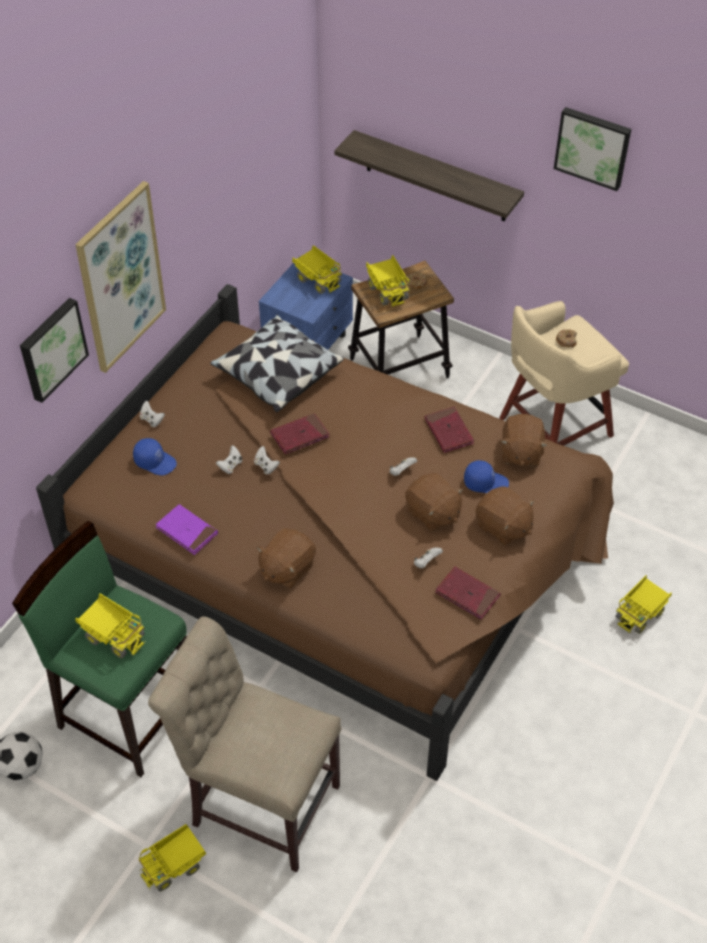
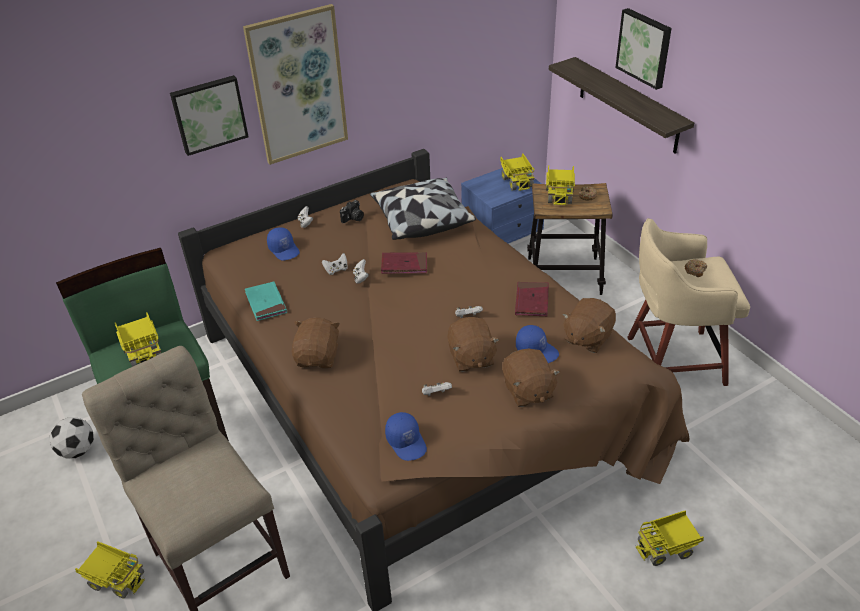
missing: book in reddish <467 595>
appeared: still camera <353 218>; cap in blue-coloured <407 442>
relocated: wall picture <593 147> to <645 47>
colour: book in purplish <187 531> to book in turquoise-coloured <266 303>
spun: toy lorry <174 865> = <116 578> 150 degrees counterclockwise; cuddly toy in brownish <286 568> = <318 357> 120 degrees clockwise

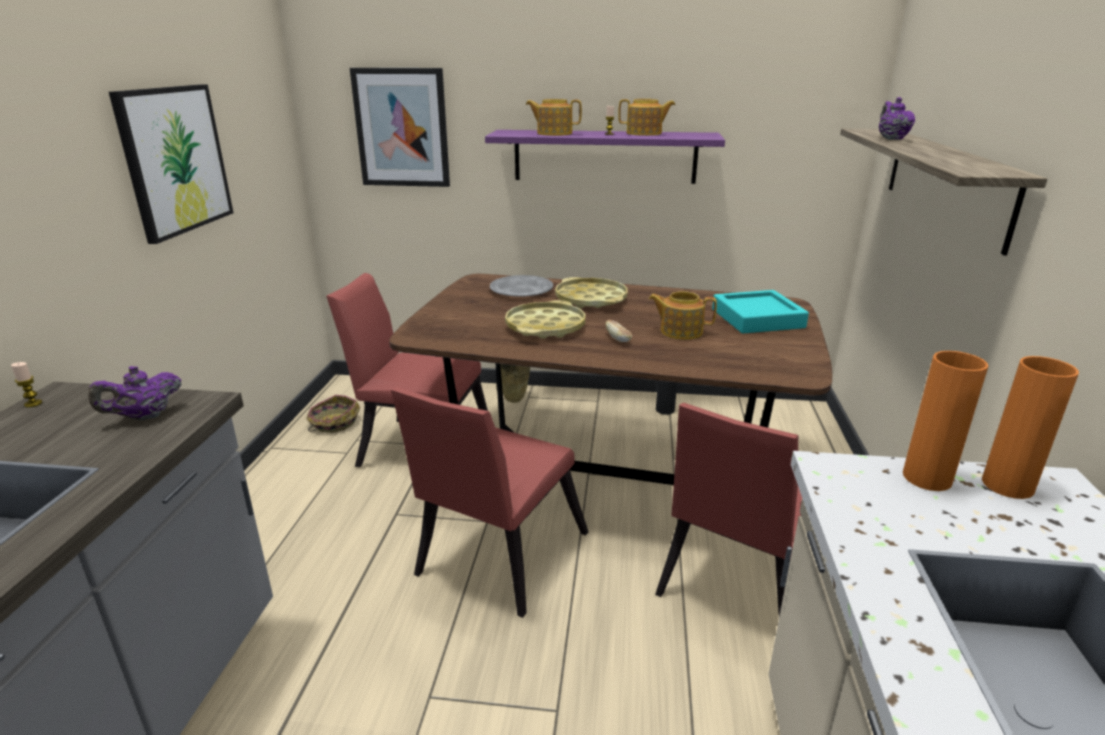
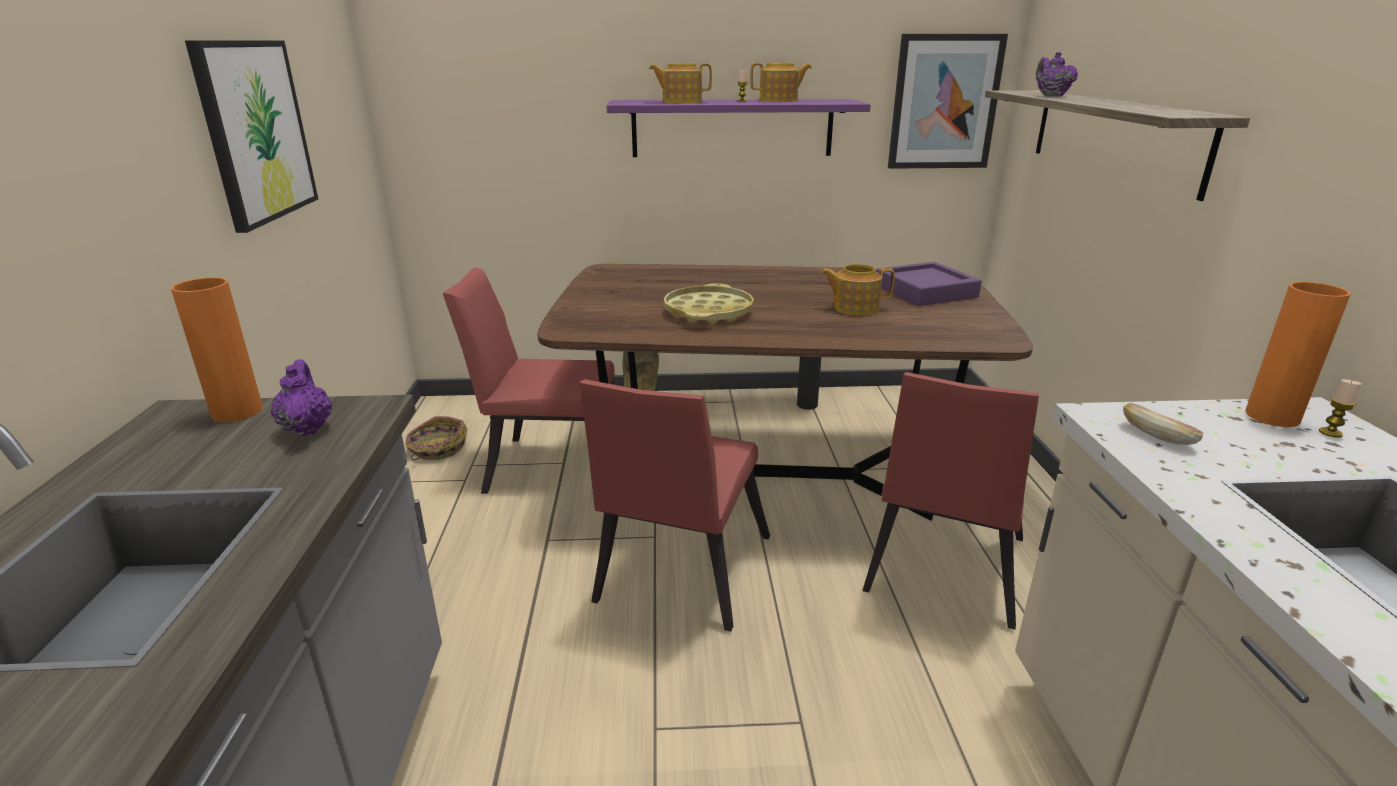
missing: dinner plate in gray <521 290>; carrying tray in yellow-coloured <591 299>
relocated: candle <33 403> to <1330 433>; wall picture <402 128> to <944 102>; baked bread <618 338> to <1156 436>; decorative vase in orange <927 478> to <237 412>
colour: carrying tray in turquoise-coloured <757 318> to carrying tray in purplish <925 291>
spun: teapot in purplish <144 417> = <307 428> 120 degrees clockwise

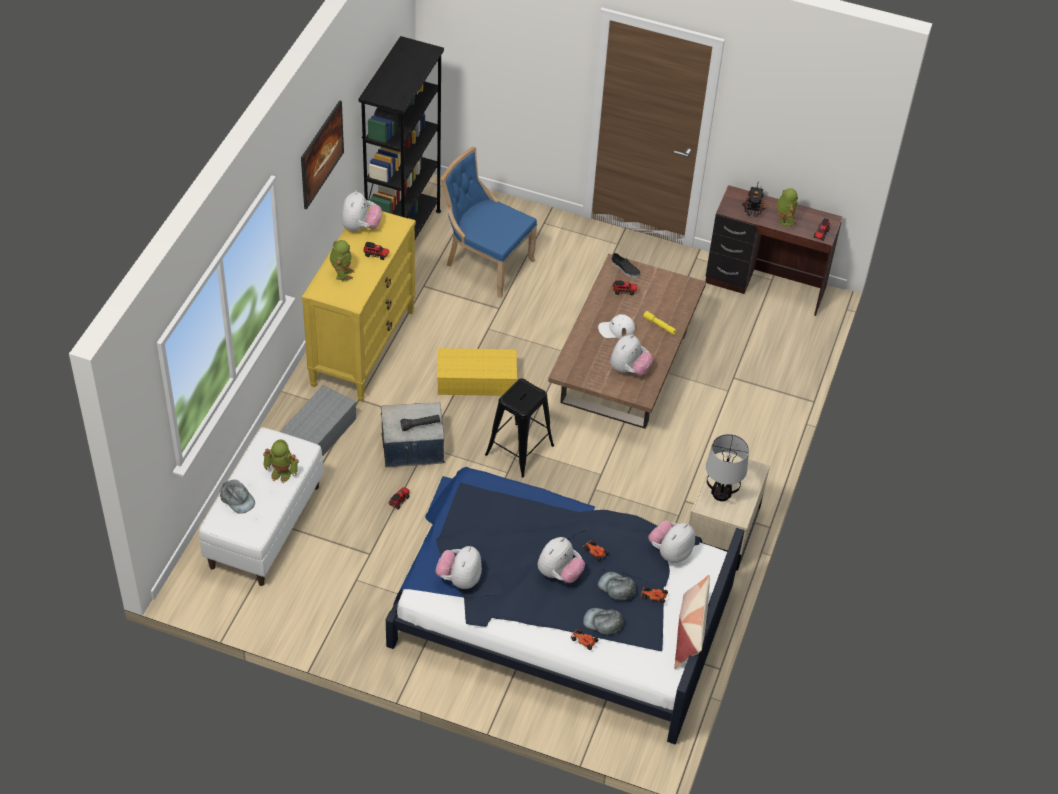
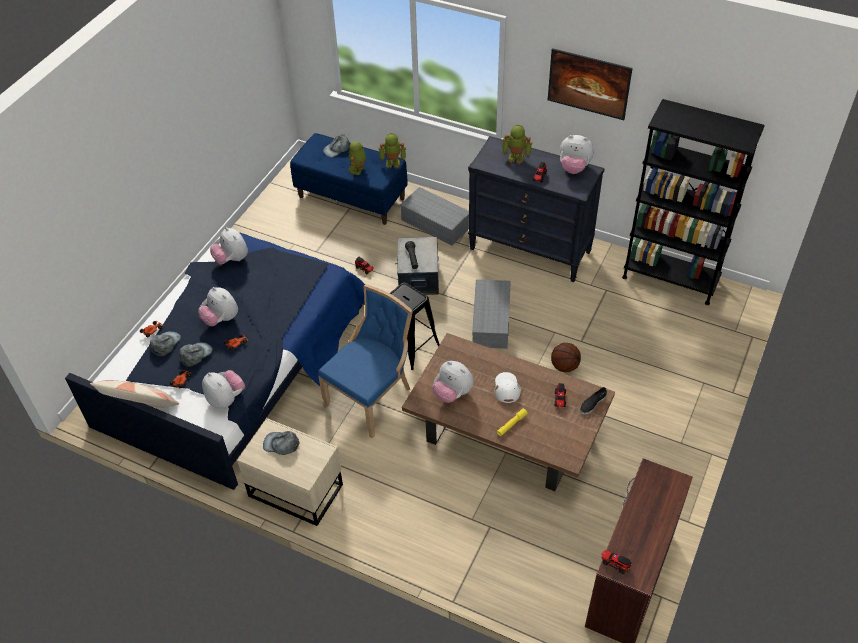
missing: toy lorry <754 206>
appeared: basketball <564 366>
relocated: upright chair in blue-coloured <486 263> to <372 397>; robot figure <784 220> to <393 162>
exchanged: table lamp <721 494> to cap in gray <281 444>
colour: long seat in white-coloured <265 525> to long seat in blue-coloured <352 197>; dresser in yellow-coloured <363 347> to dresser in black-coloured <530 250>; storage bin in yellow-coloured <477 380> to storage bin in gray <492 322>
spun: cuddly toy <459 579> = <232 259> 150 degrees counterclockwise

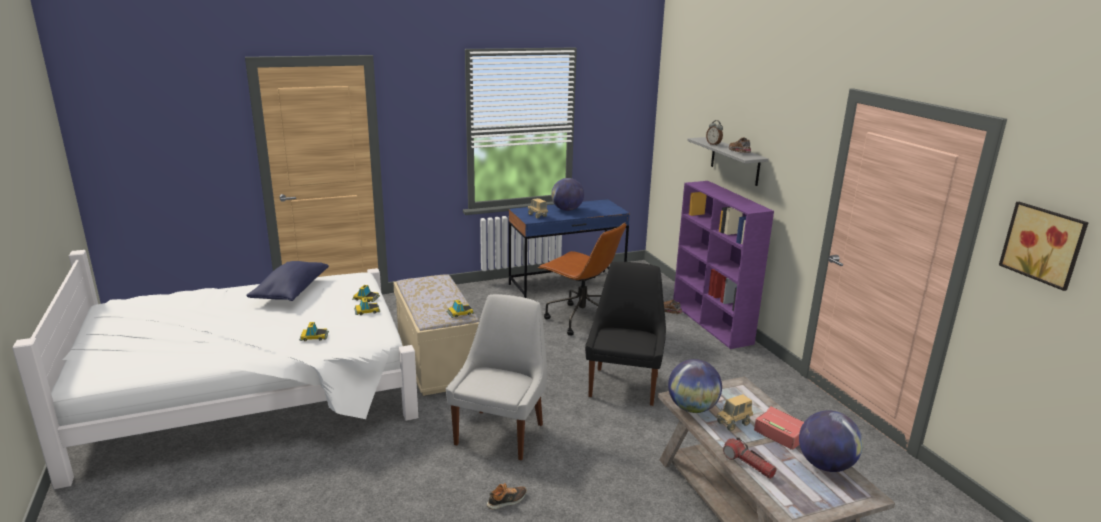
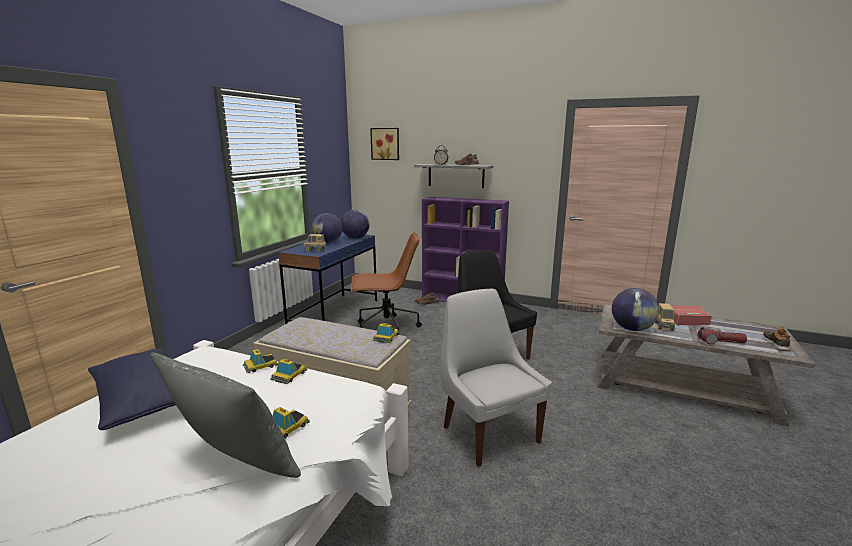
appeared: pillow in gray <234 465>
relocated: low shoe <507 501> to <776 344>; globe <825 465> to <355 238>; wall picture <1044 244> to <385 144>

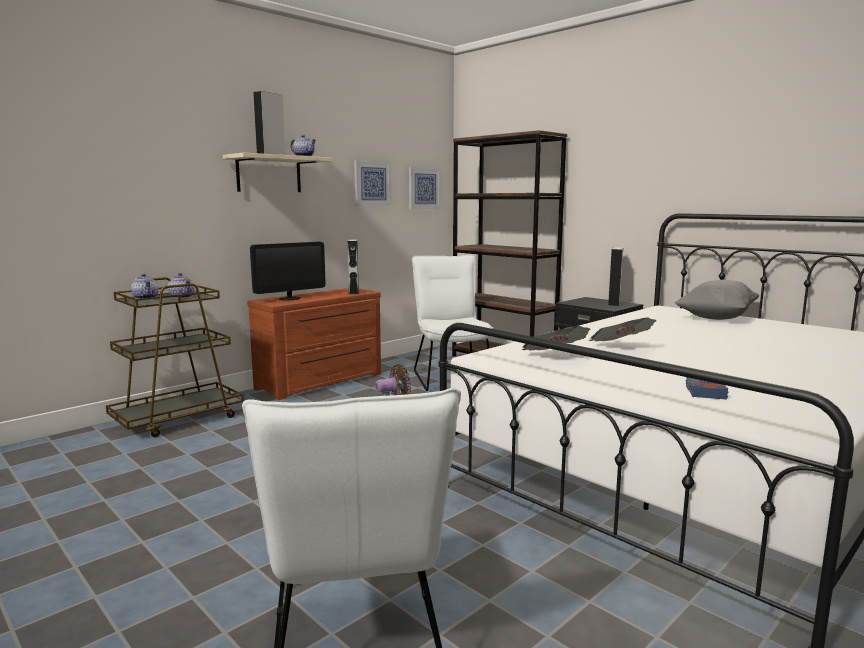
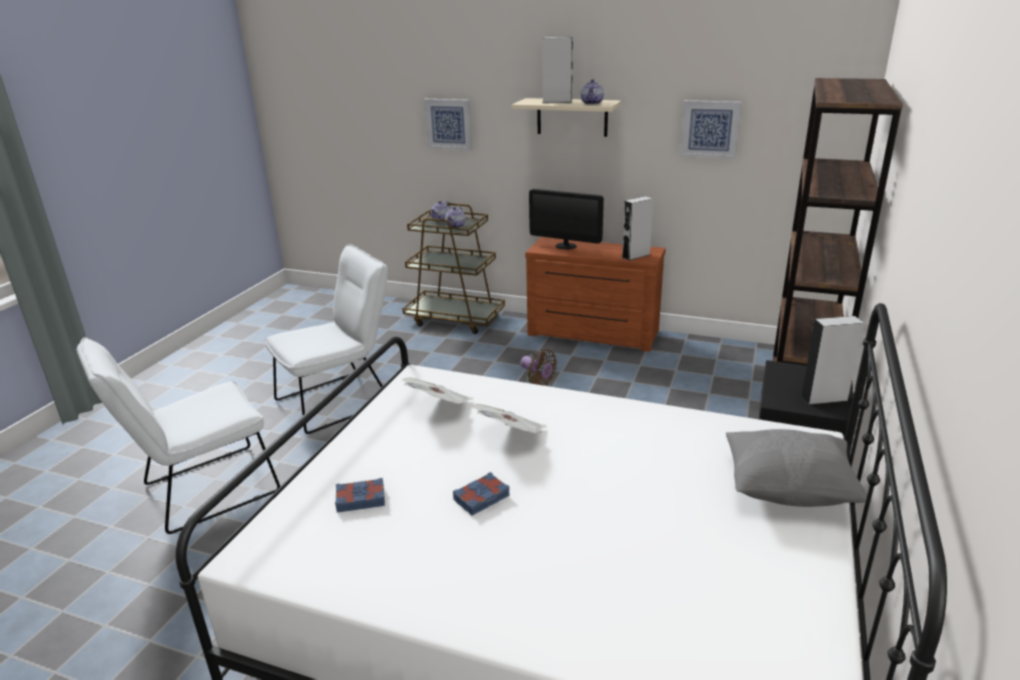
appeared: book in blue-coloured <482 498>
relocated: wall picture <423 188> to <448 124>; upright chair in white-coloured <450 377> to <340 399>

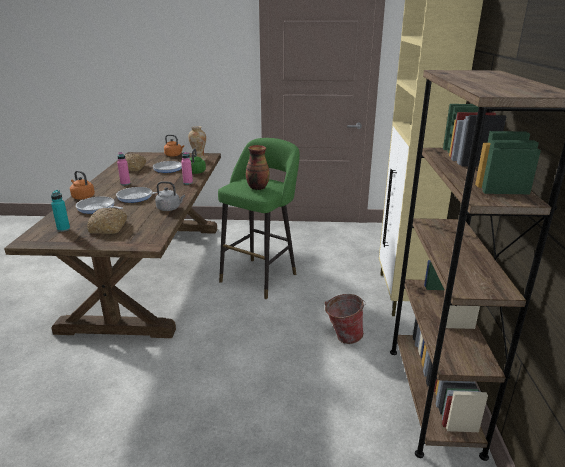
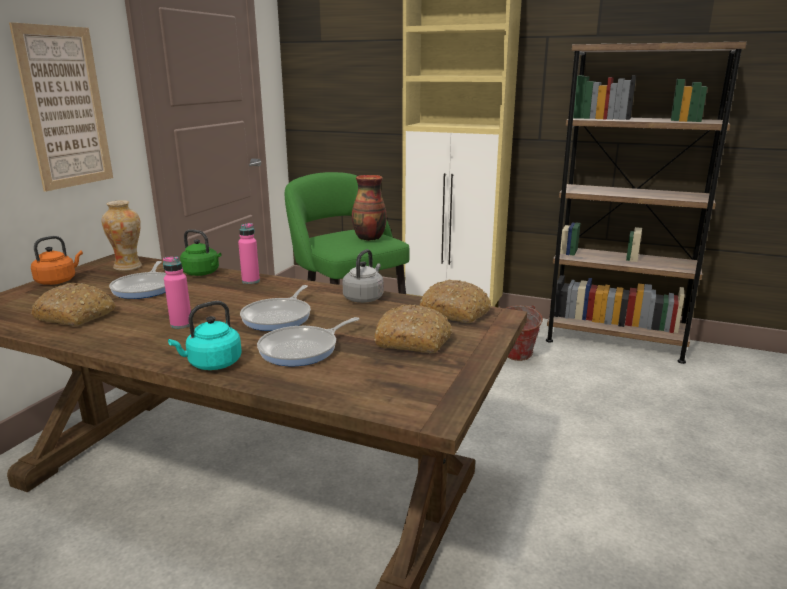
missing: bottle in turquoise-coloured <63 229>
appeared: wall picture <65 108>; baked bread <455 312>
colour: water kettle in orange <82 197> to water kettle in turquoise-coloured <212 364>

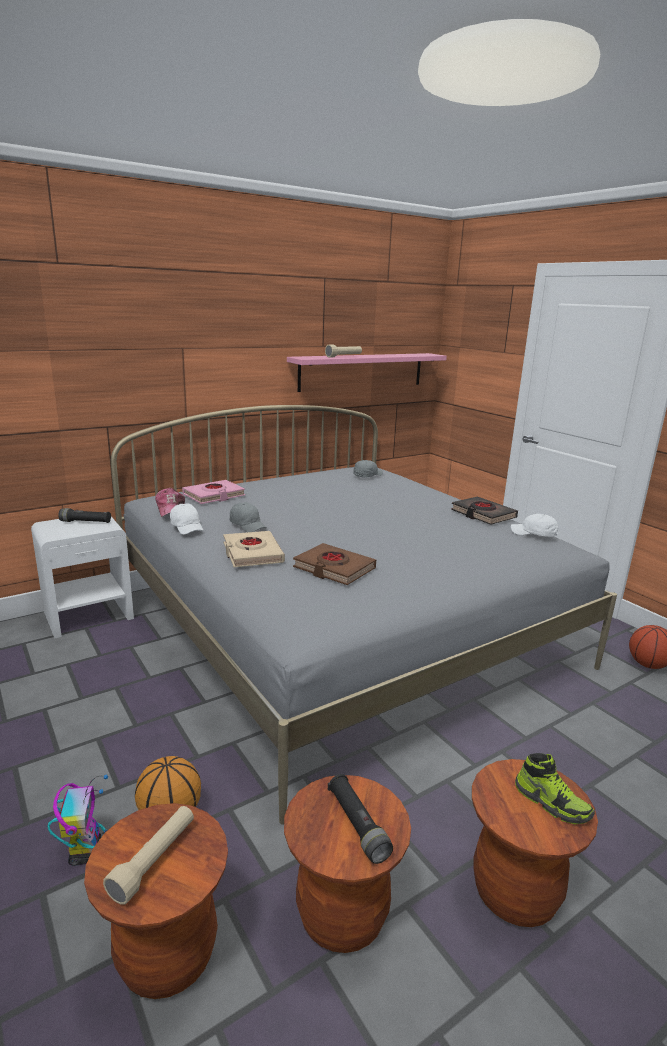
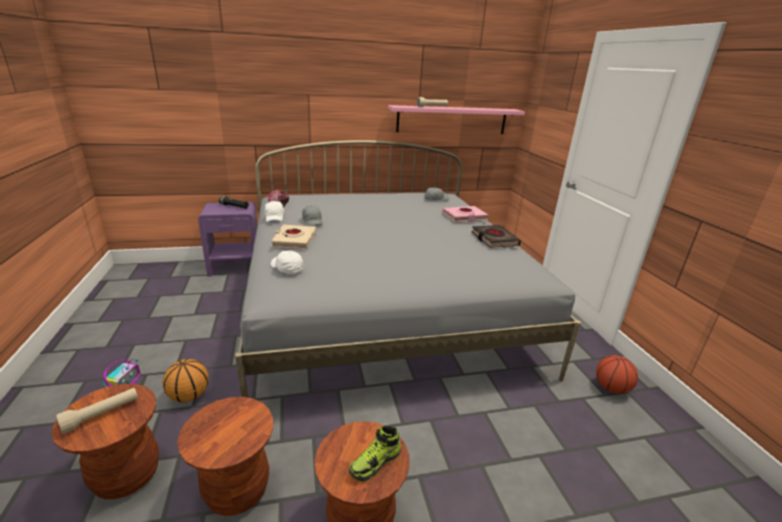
missing: book in brownish <334 568>; torch in black-coloured <357 825>
relocated: book in pink-coloured <214 496> to <464 217>; cap in white-coloured <534 534> to <287 268>
colour: bedside table in white-coloured <89 615> to bedside table in purplish <235 266>
spun: low shoe <551 803> = <375 463> 75 degrees clockwise

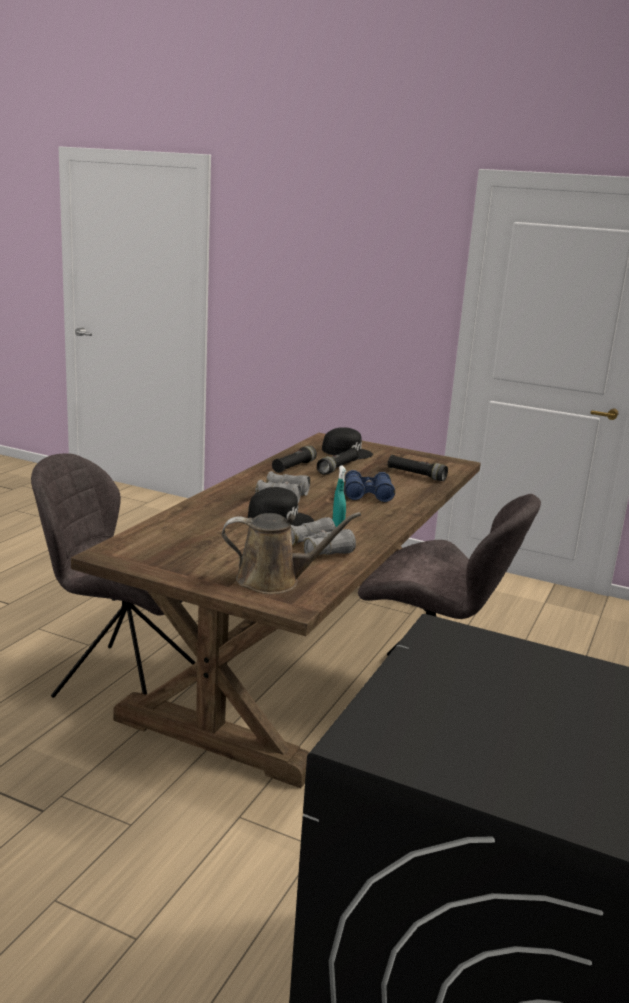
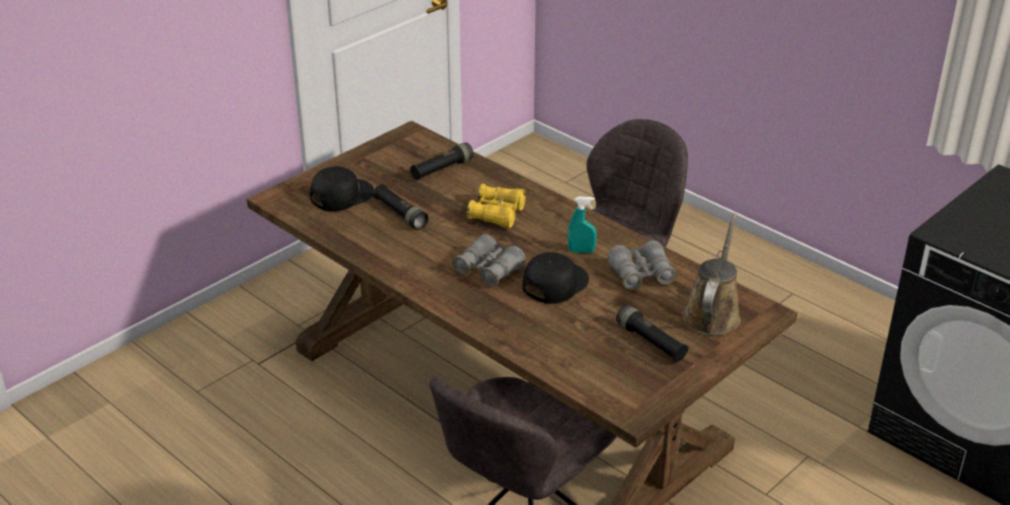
relocated: torch in black-coloured <294 467> to <651 342>
colour: binoculars in blue-coloured <367 495> to binoculars in yellow-coloured <497 214>

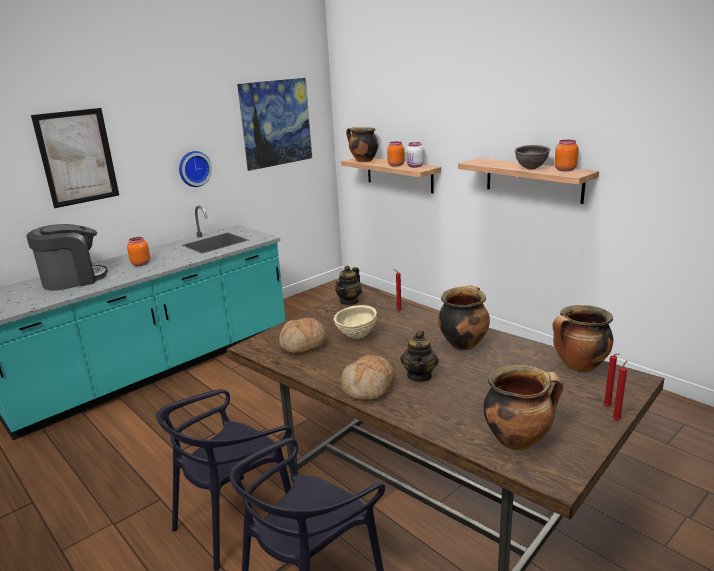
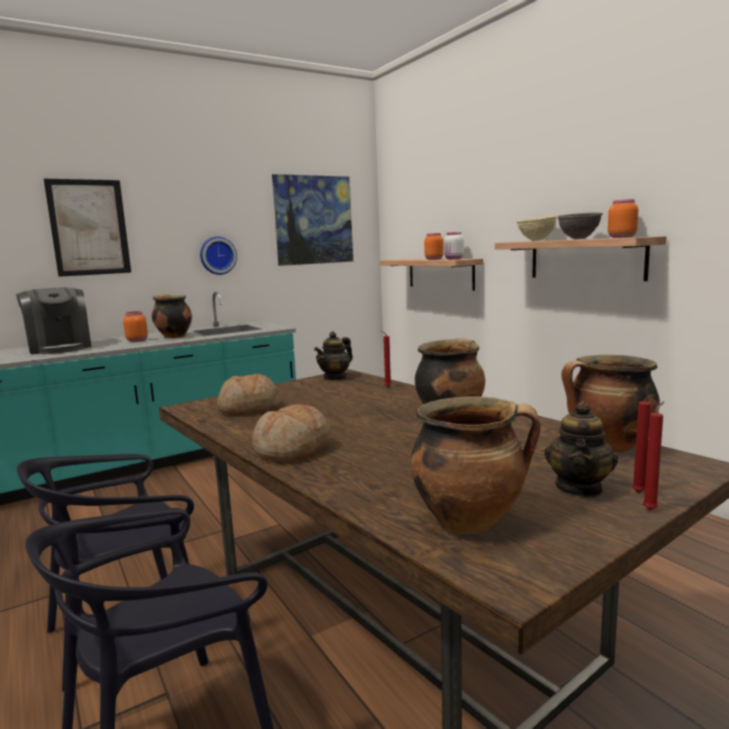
relocated: bowl in beige-coloured <356 337> to <536 240>; stockpot <363 161> to <173 336>; teapot <420 376> to <579 488>
spun: coffee machine <73 279> = <59 348> 75 degrees clockwise

